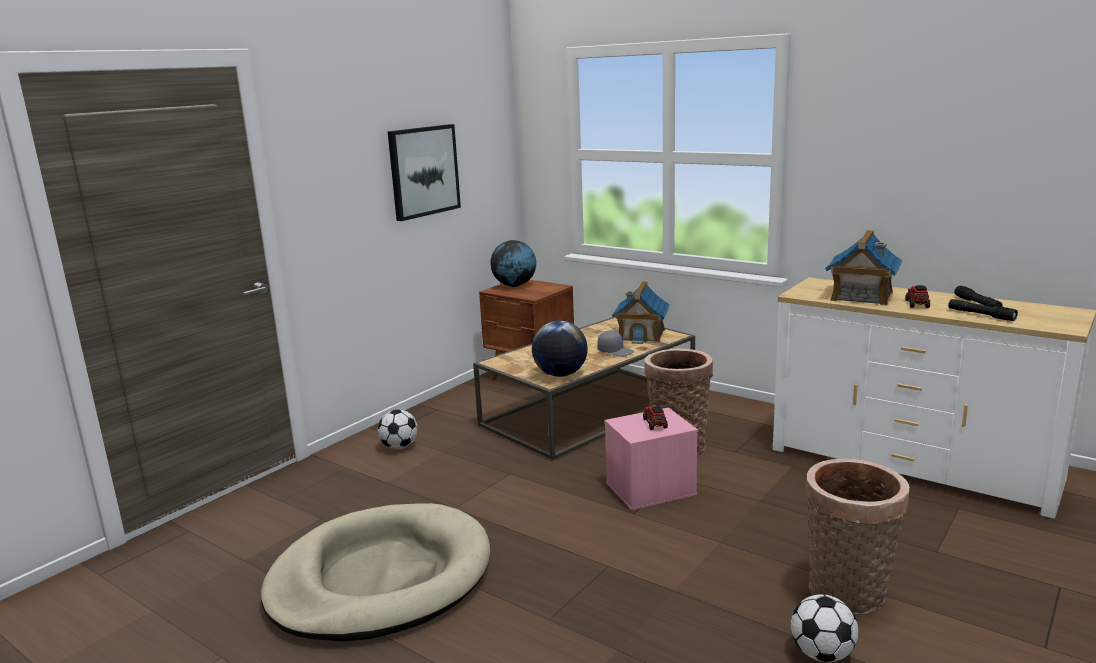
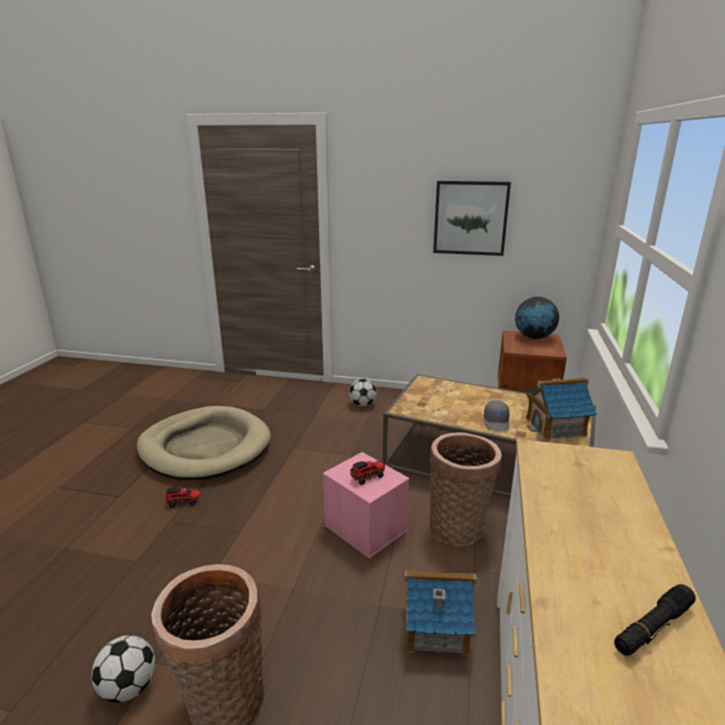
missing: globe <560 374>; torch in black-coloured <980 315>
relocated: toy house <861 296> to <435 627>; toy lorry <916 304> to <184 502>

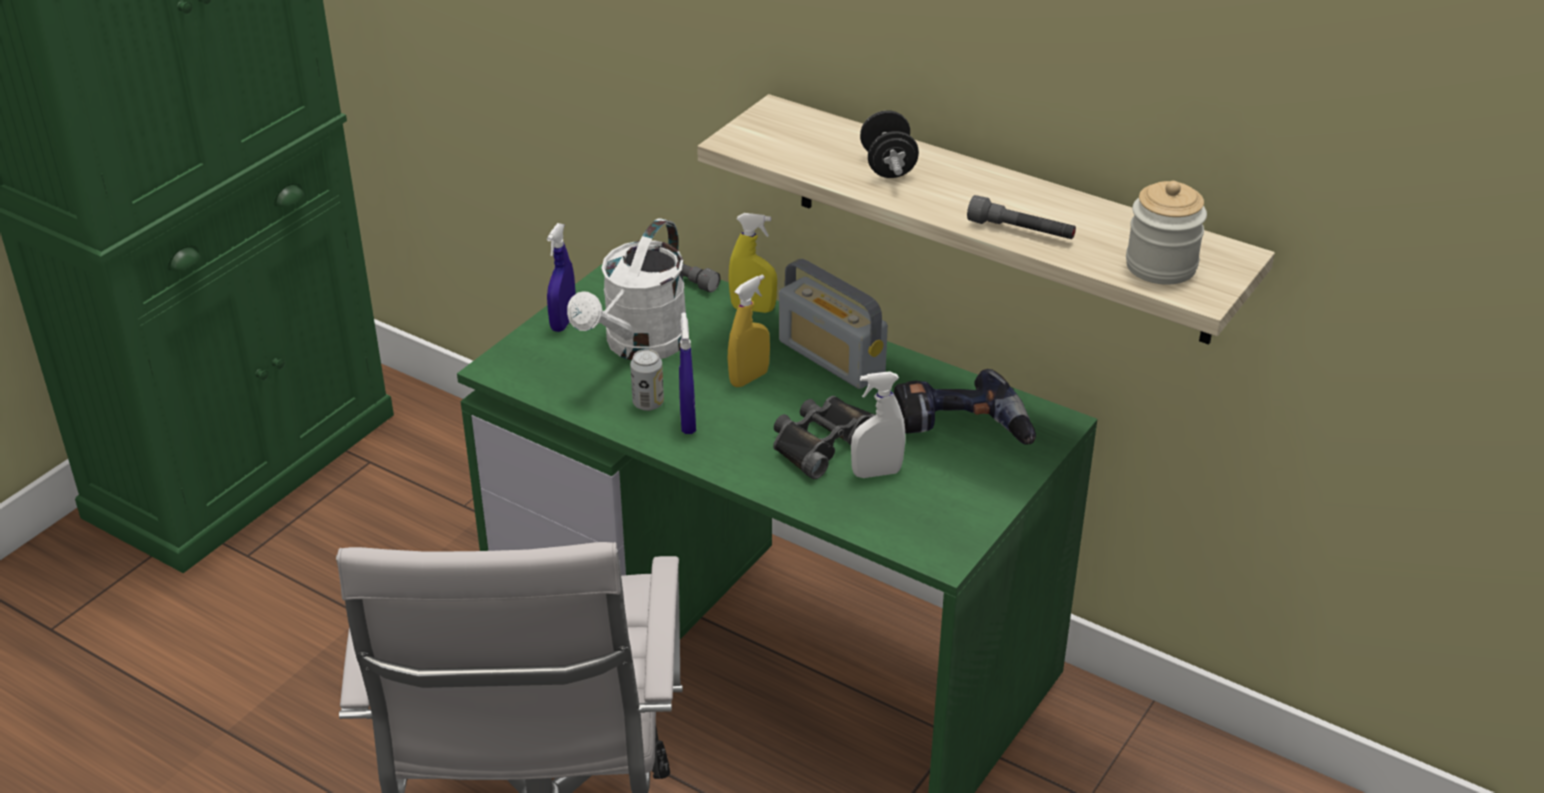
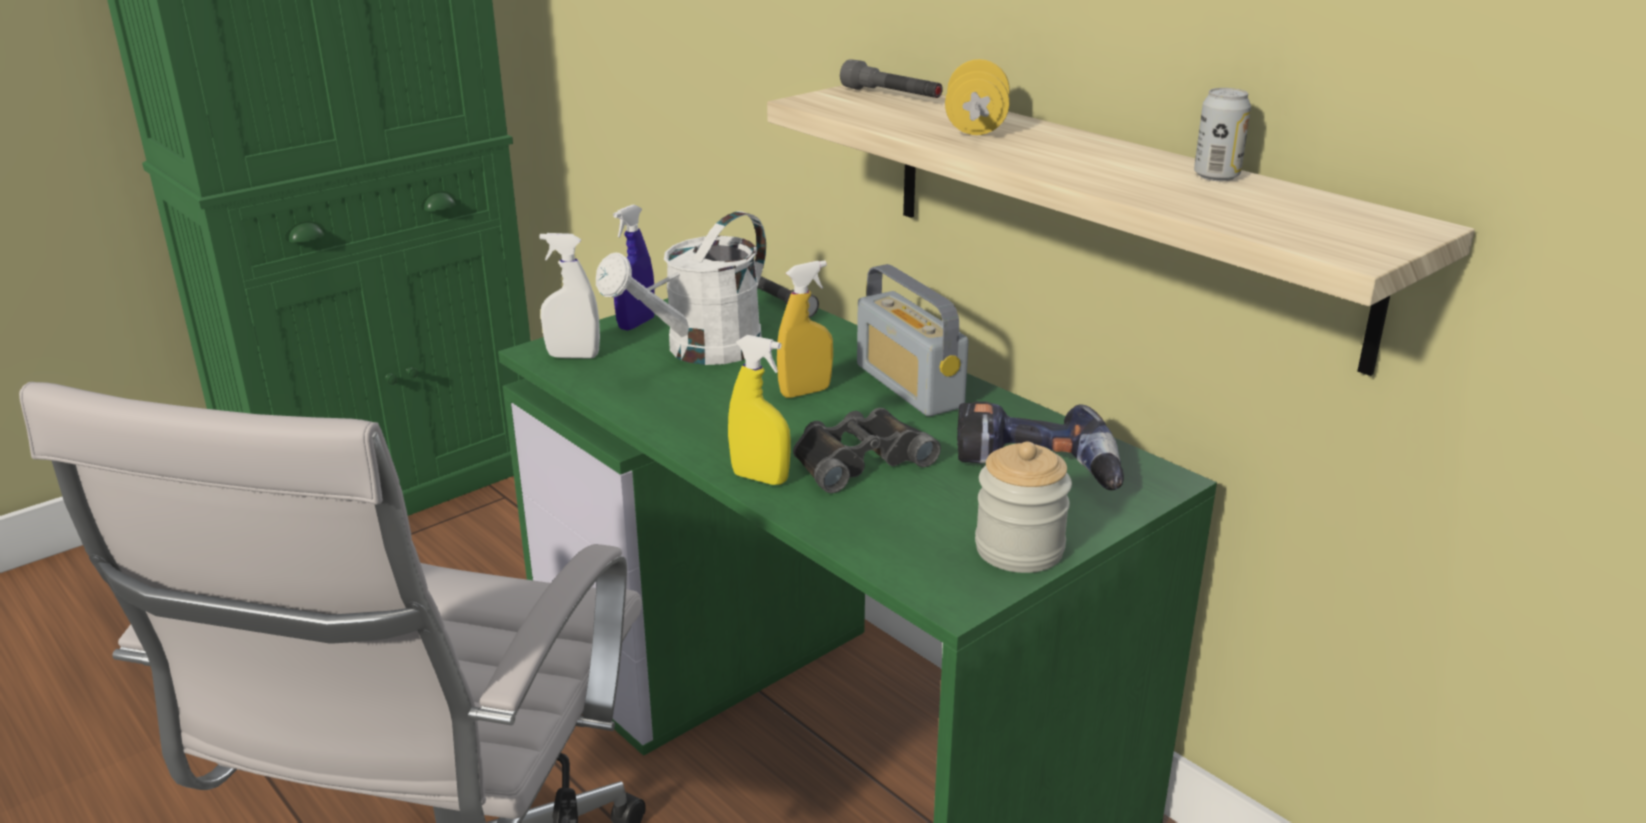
missing: spray bottle in blue-coloured <688 421>
relocated: metal can <648 403> to <1216 176>; spray bottle in yellow-coloured <753 308> to <760 478>; spray bottle in white-coloured <876 473> to <573 356>; torch in gray <1021 231> to <891 96>; preserve jar <1161 266> to <1019 549>
colour: free weight in black-coloured <888 166> to free weight in yellow-coloured <976 128>

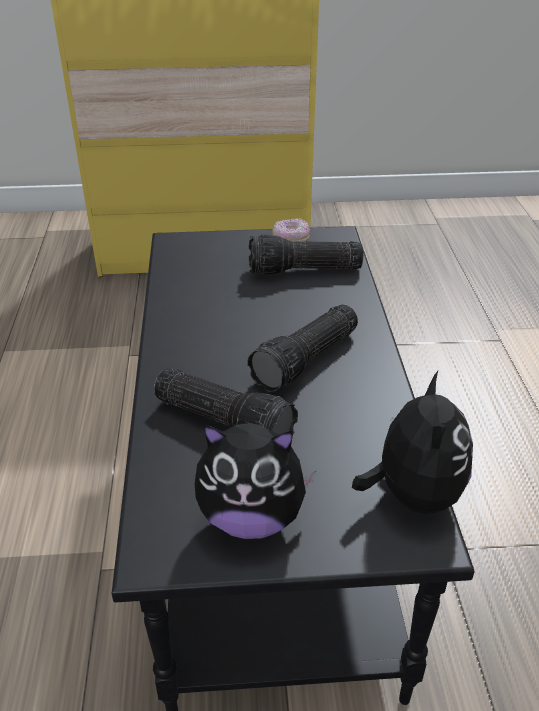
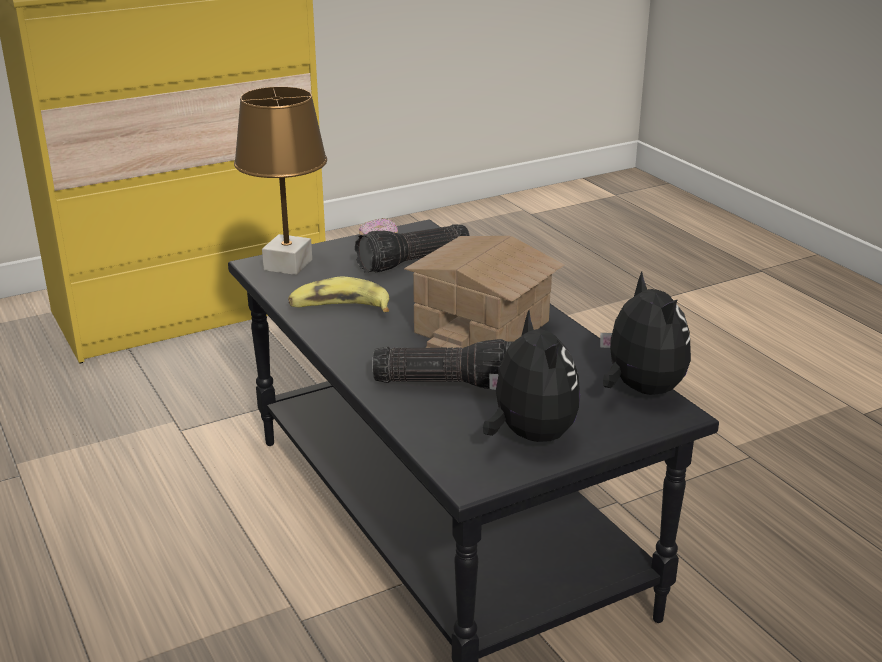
appeared: table lamp in brownish <287 264>; whole banana <340 309>
exchanged: torch <307 361> to toy house <479 326>
spun: cuddly toy <252 517> = <529 435> 90 degrees counterclockwise

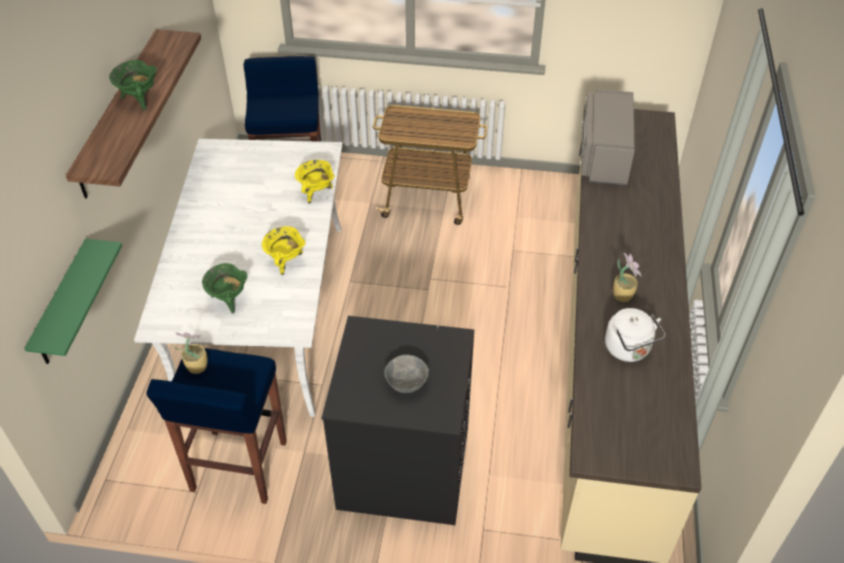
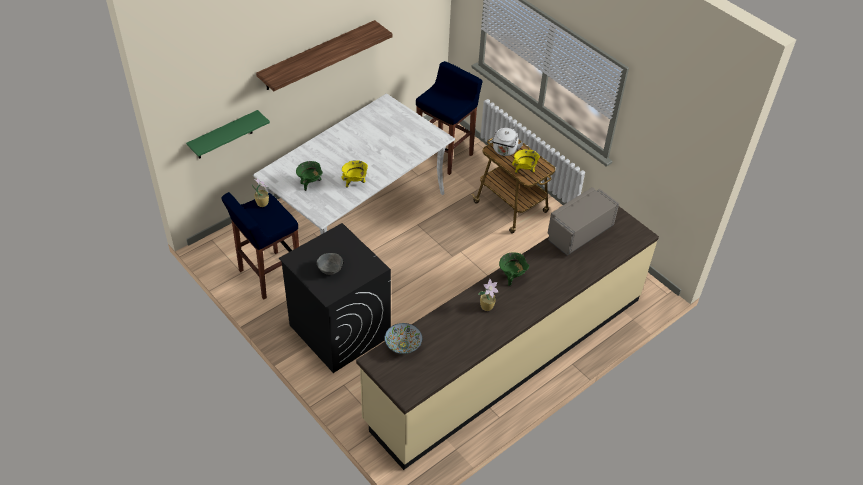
appeared: bowl <403 345>
relocated: stockpot in green <139 100> to <511 276>; stockpot in yellow-coloured <316 192> to <524 170>; water kettle in white-coloured <629 350> to <504 151>

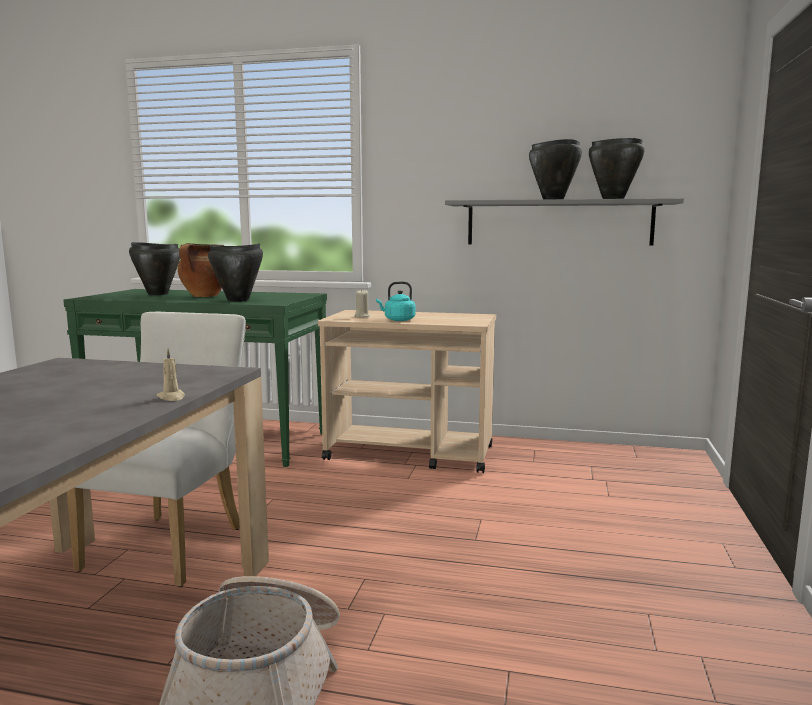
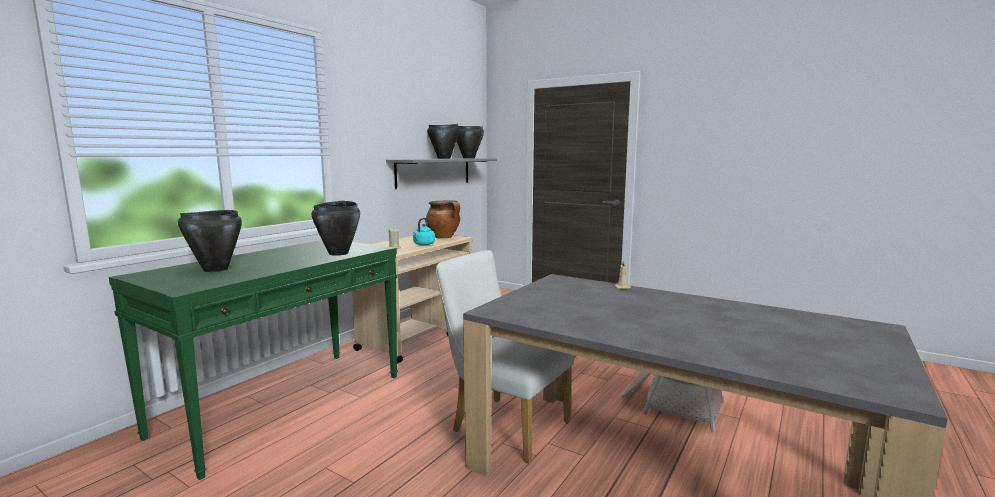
relocated: stockpot <204 296> to <444 237>

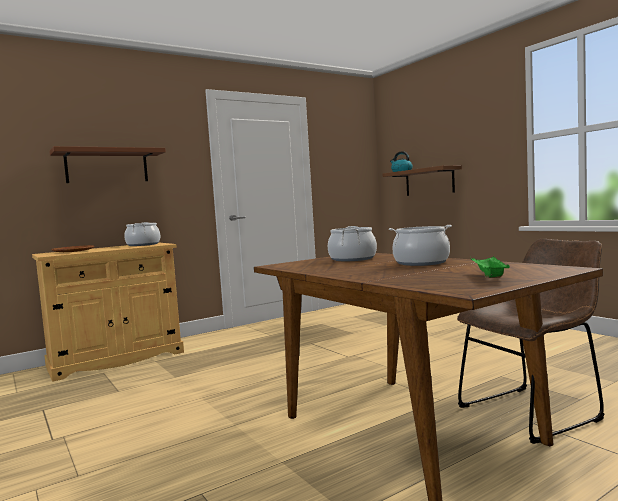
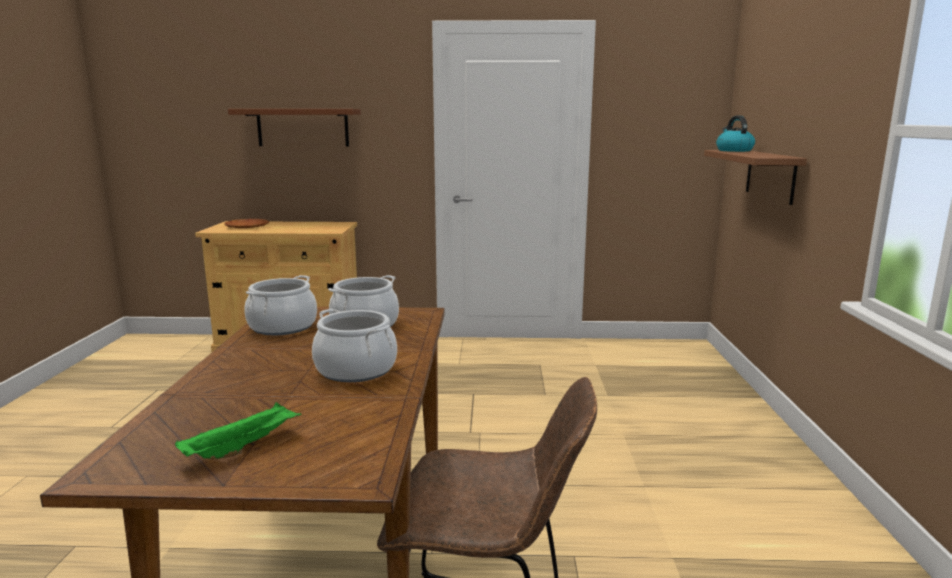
relocated: stockpot <143 244> to <282 326>

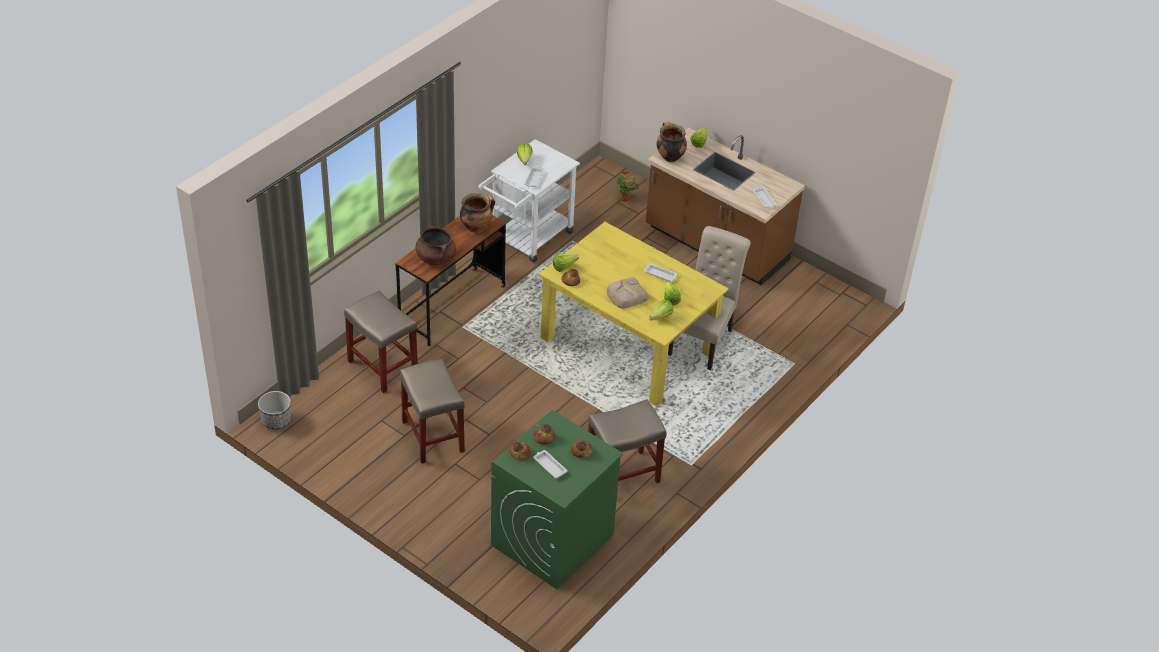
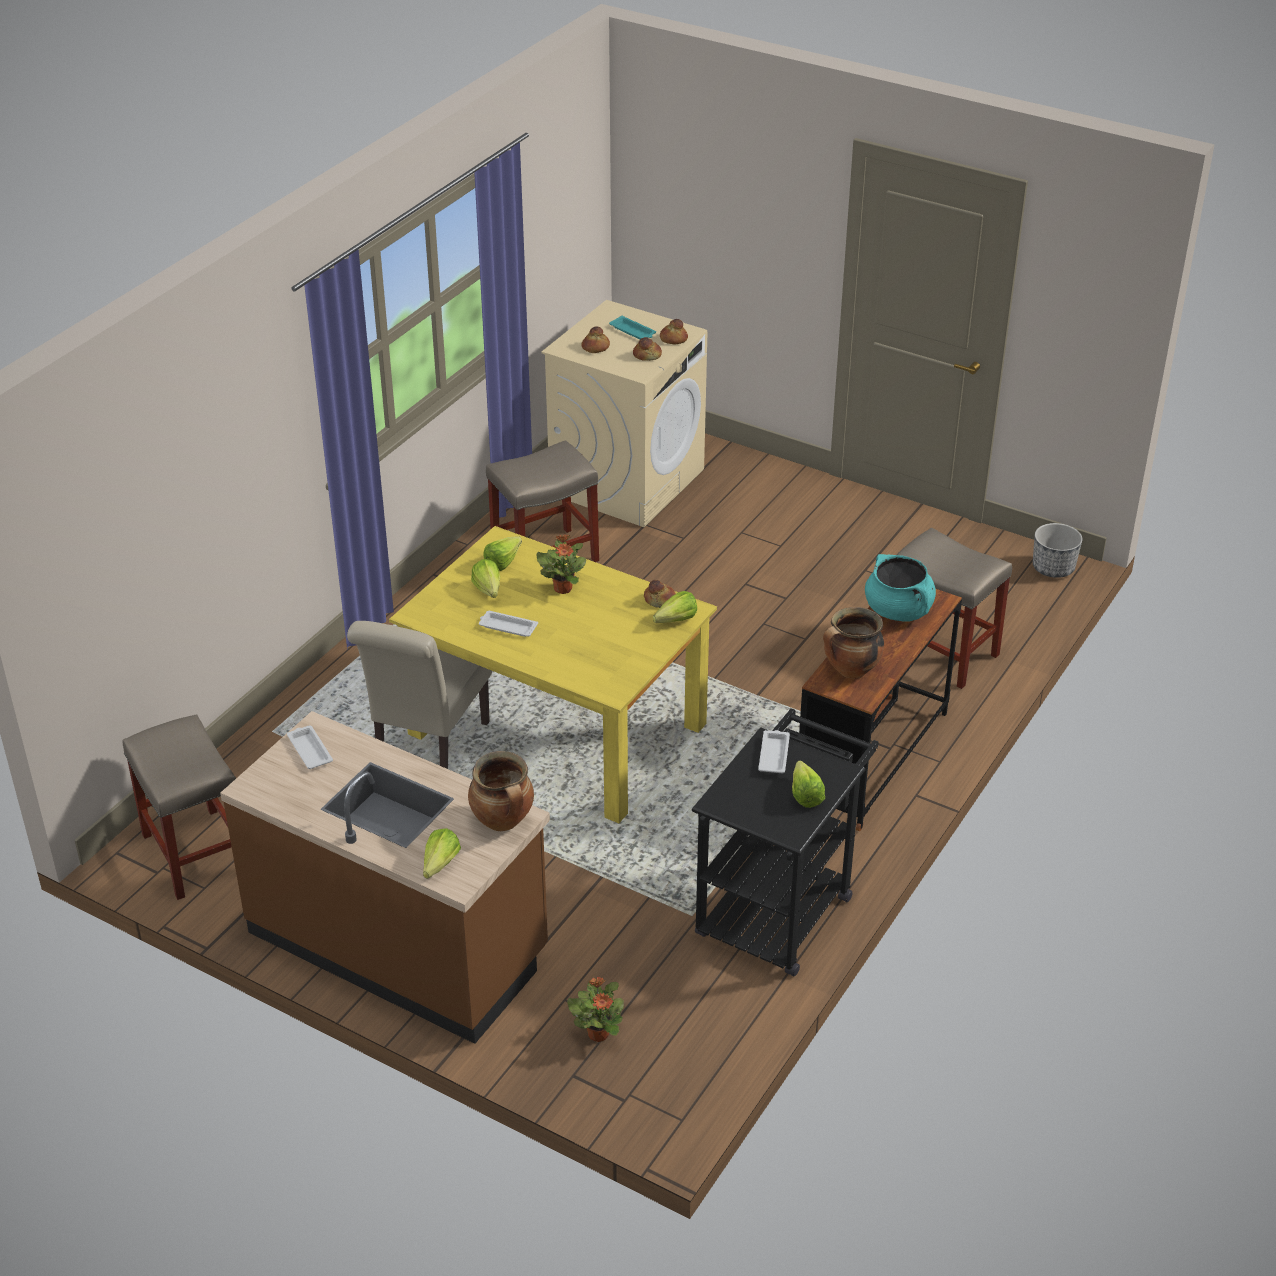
relocated: sitting stool in beige-coloured <433 437> to <195 852>
exchanged: baked bread <626 295> to potted plant <563 588>
colour: stockpot in brownish <435 258> to stockpot in turquoise-coloured <898 610>; cart in white-coloured <527 239> to cart in black-coloured <780 906>; laundry appliance in green <552 540> to laundry appliance in beige-coloured <627 481>; carrying tray in white-coloured <549 465> to carrying tray in turquoise-coloured <633 332>

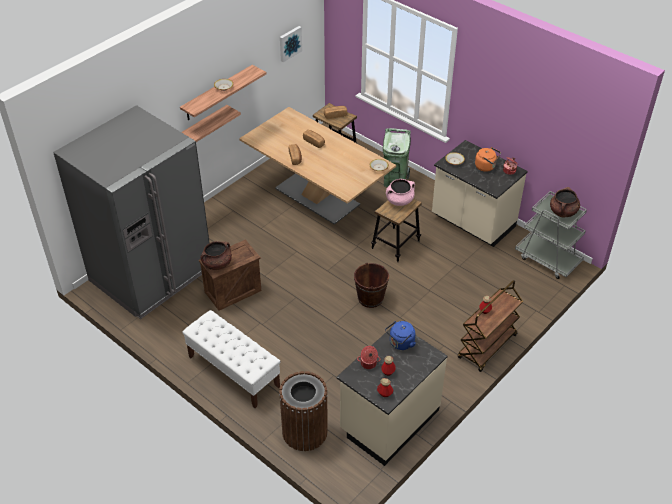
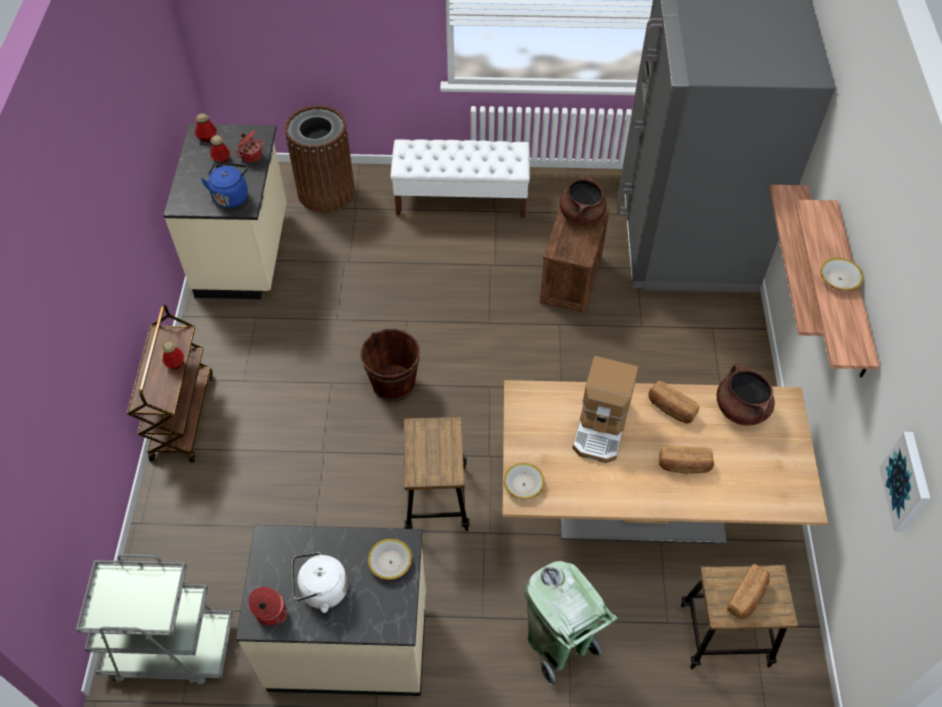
missing: stockpot in pink-coloured <399 200>
appeared: coffee machine <602 427>
relocated: stockpot in brownish <563 212> to <740 409>
colour: water kettle in orange <486 167> to water kettle in white-coloured <321 590>

